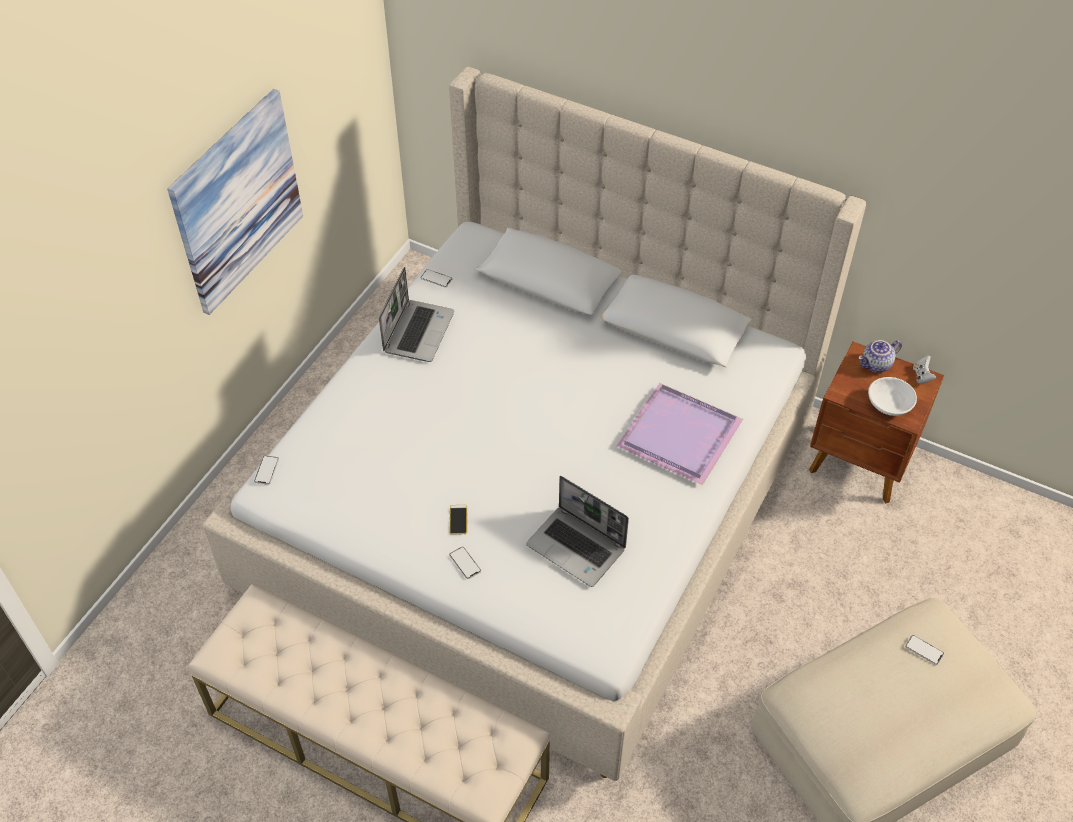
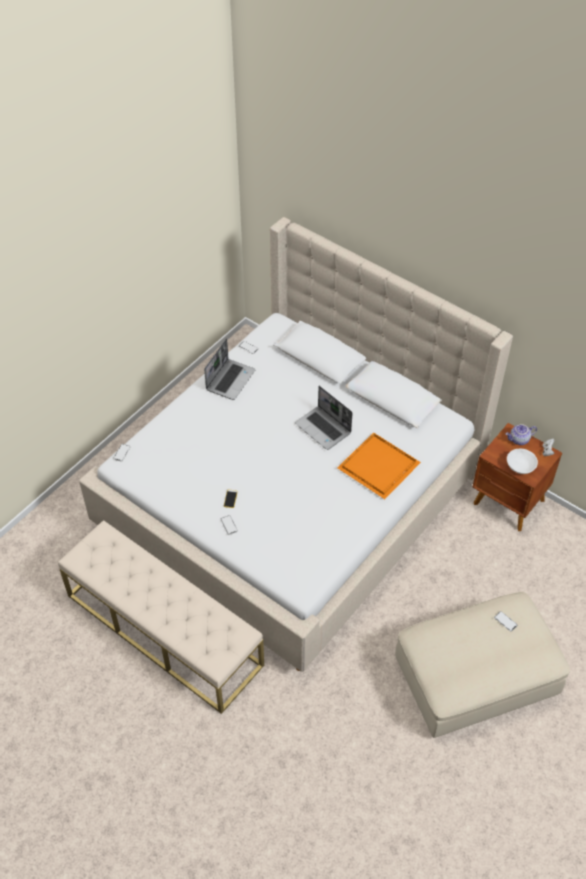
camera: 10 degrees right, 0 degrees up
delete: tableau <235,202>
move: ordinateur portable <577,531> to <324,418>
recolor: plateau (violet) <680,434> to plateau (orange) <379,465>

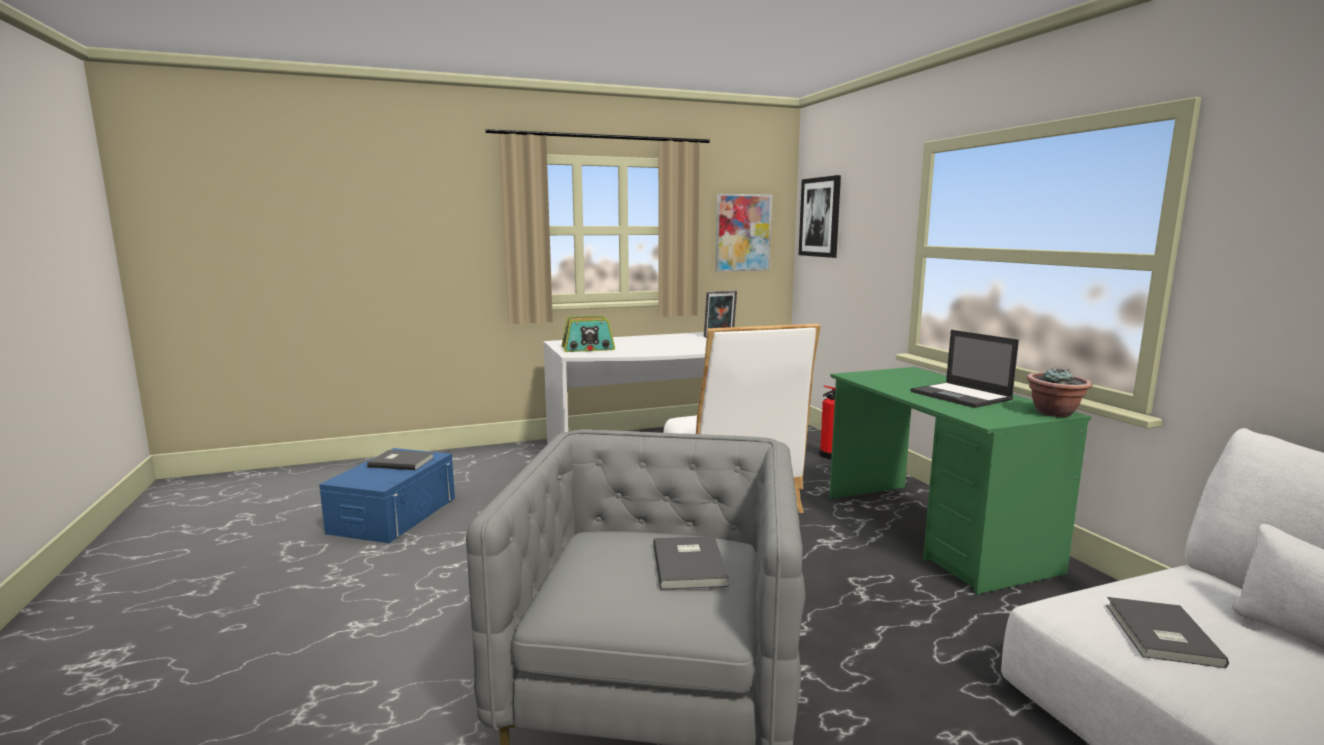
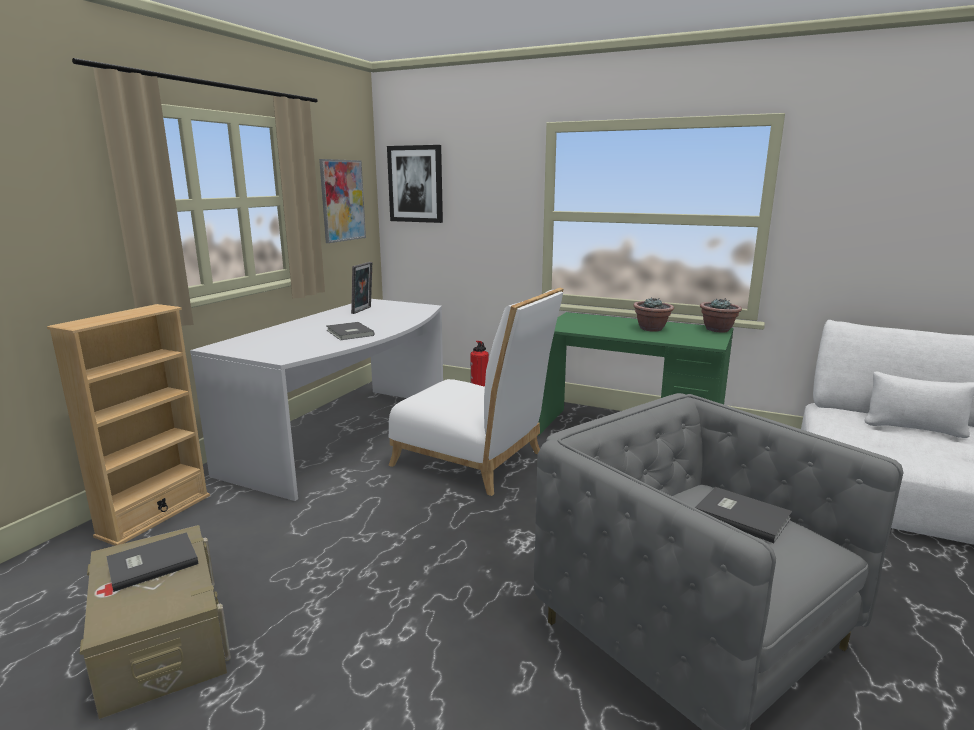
camera: 45 degrees left, 5 degrees up
delete: radio <588,333>
insert: bibliothèque (beige) <128,425>
move: livre (gris) <1167,632> to <351,331>
replace: ordinateur portable <965,369> to plante en pot <653,314>
recolor: boîte de rangement (bleu) <387,495> to boîte de rangement (beige) <155,622>

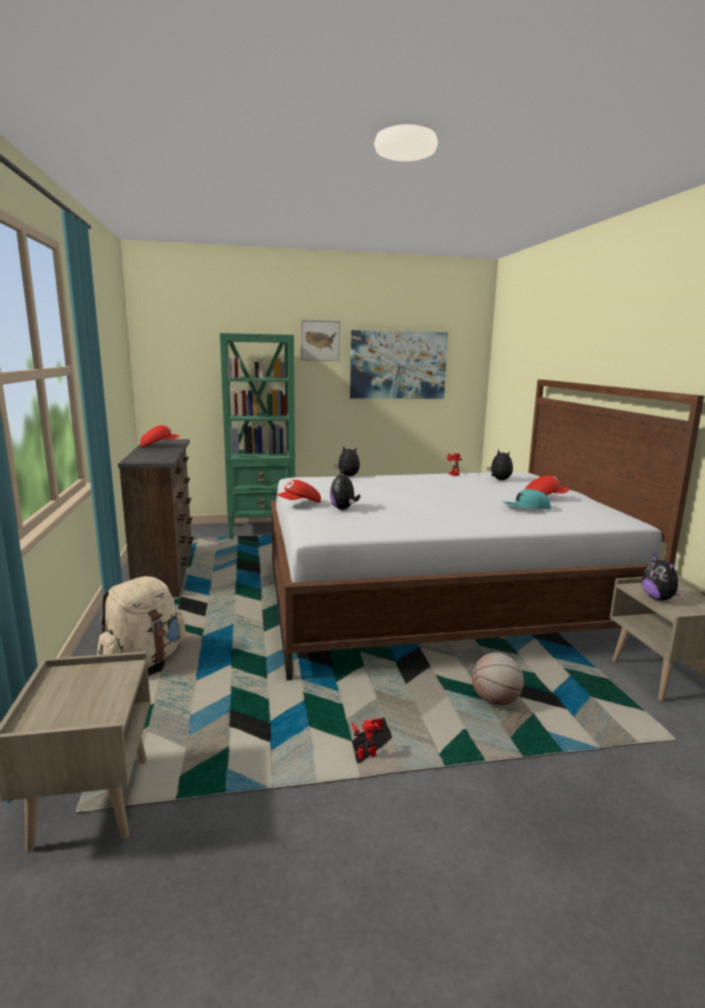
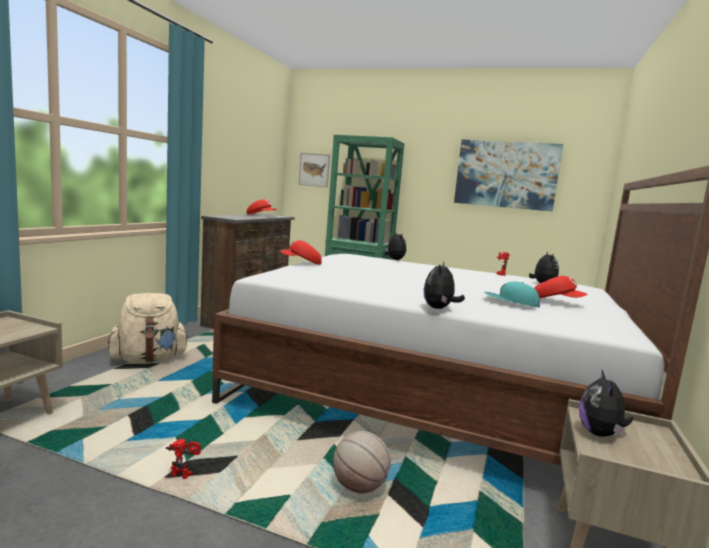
camera: 30 degrees right, 5 degrees down
move: tableau <320,340> to <314,170>; peluche <345,490> to <444,285>

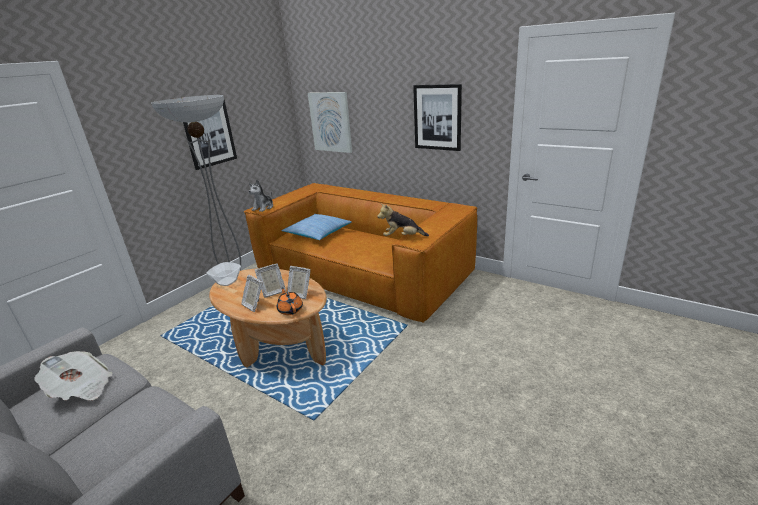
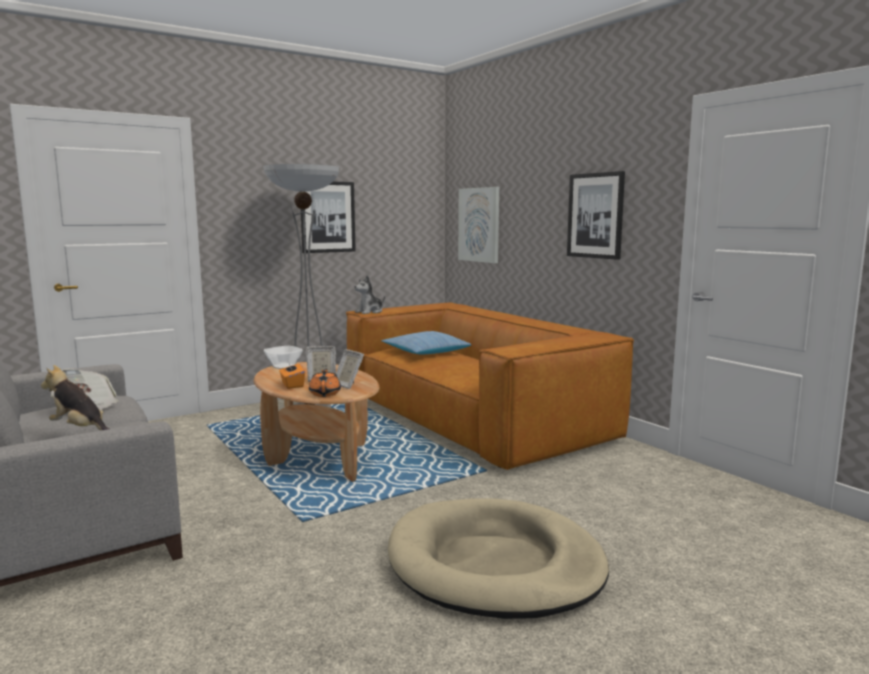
camera: 20 degrees right, 15 degrees down
insert: panier pour chien (beige) <498,558>
move: peluche <403,219> to <75,398>
replace: cadre photo <252,293> to boîte à mouchoirs (orange) <292,376>

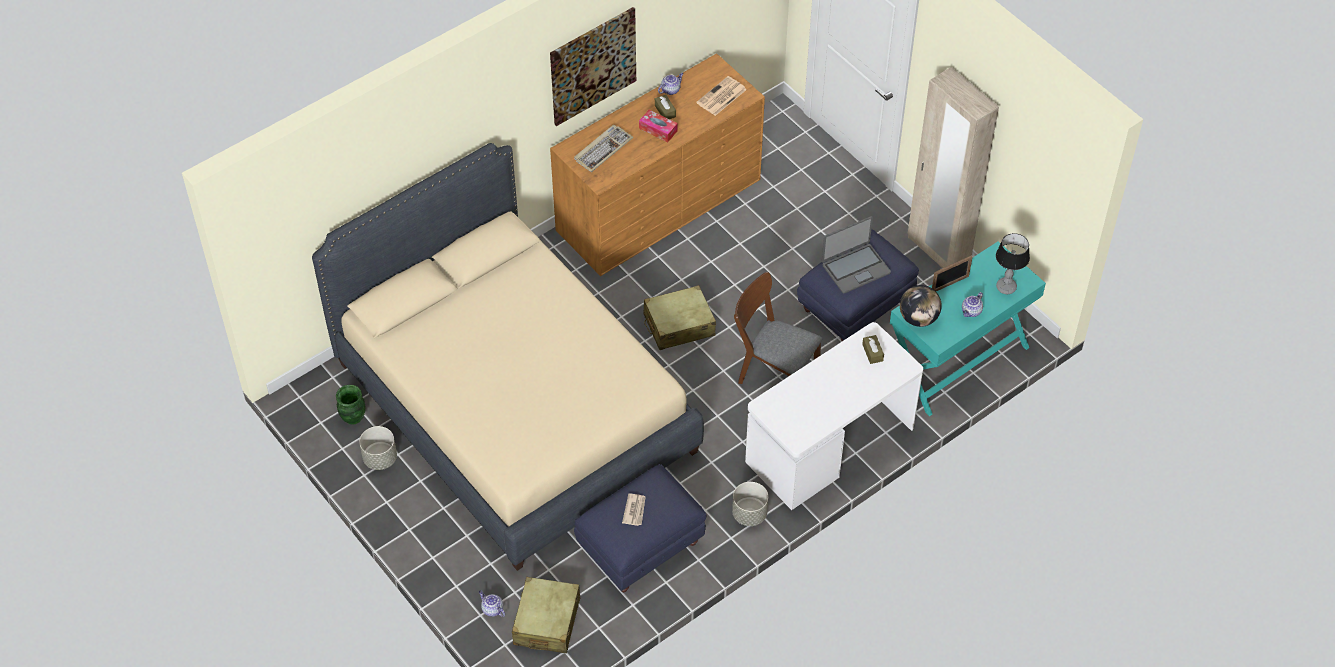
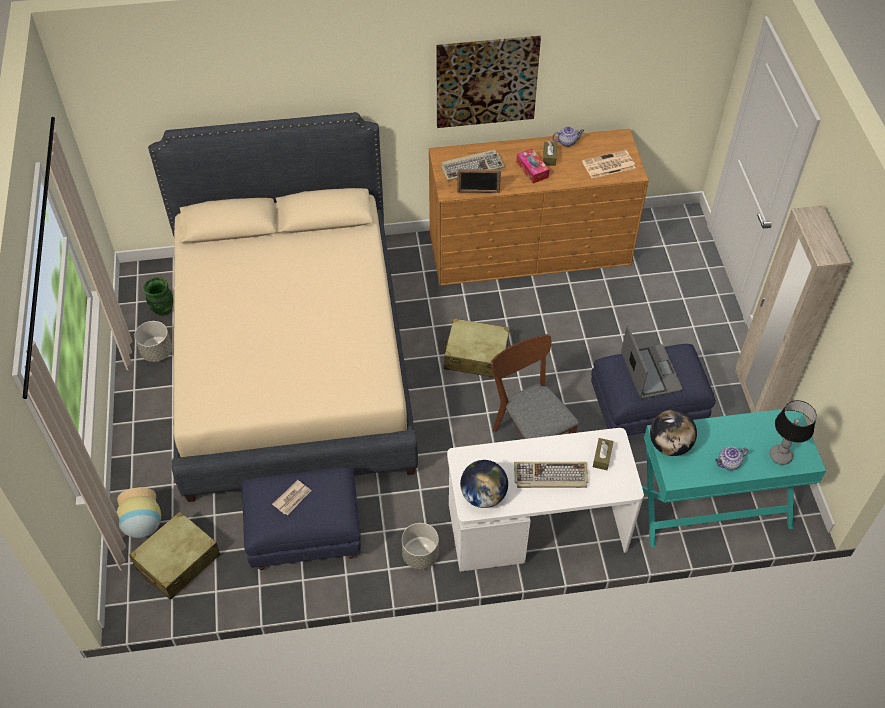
camera: 30 degrees right, 0 degrees up
insert: globe <484,484>; clavier <551,475>
move: cadre photo <952,273> to <479,181>
replace: théière <492,603> to vase <139,512>
rotate: ordinateur portable <856,254> = <652,362> 105 degrees counterclockwise

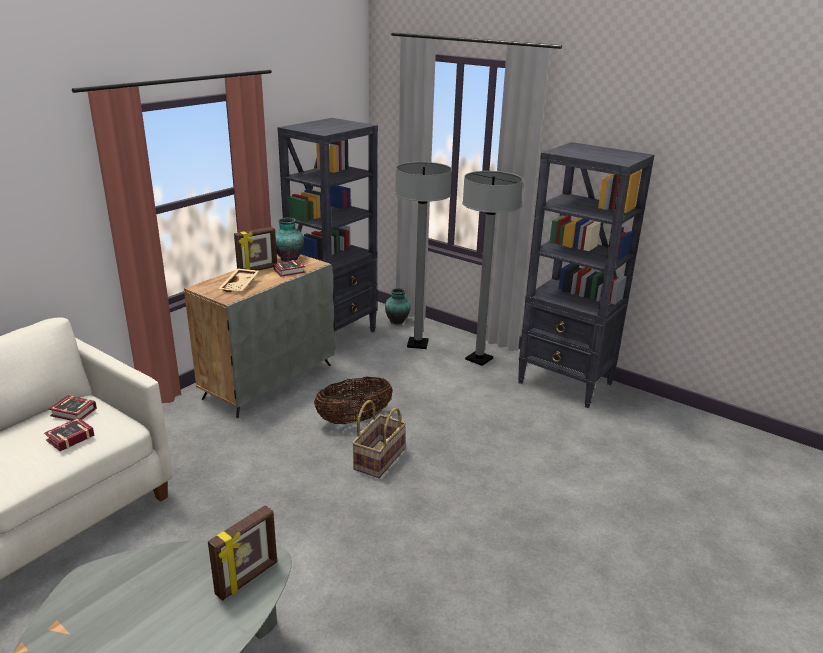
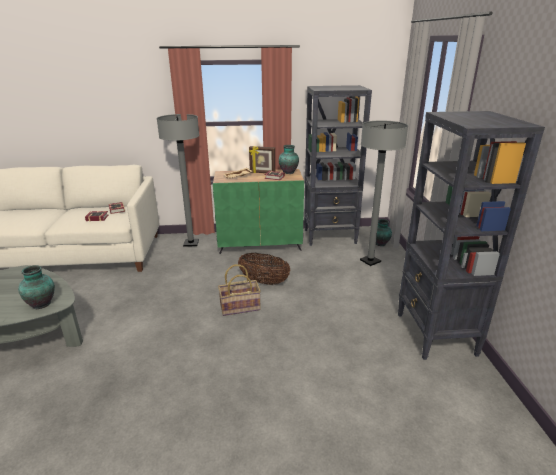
camera: 50 degrees right, 0 degrees up
move: lampadaire (gris) <492,268> to <178,180>
replace: cadre photo <242,553> to vase <36,287>
recolor: meuble de rangement (gris) <259,336> to meuble de rangement (vert) <258,211>

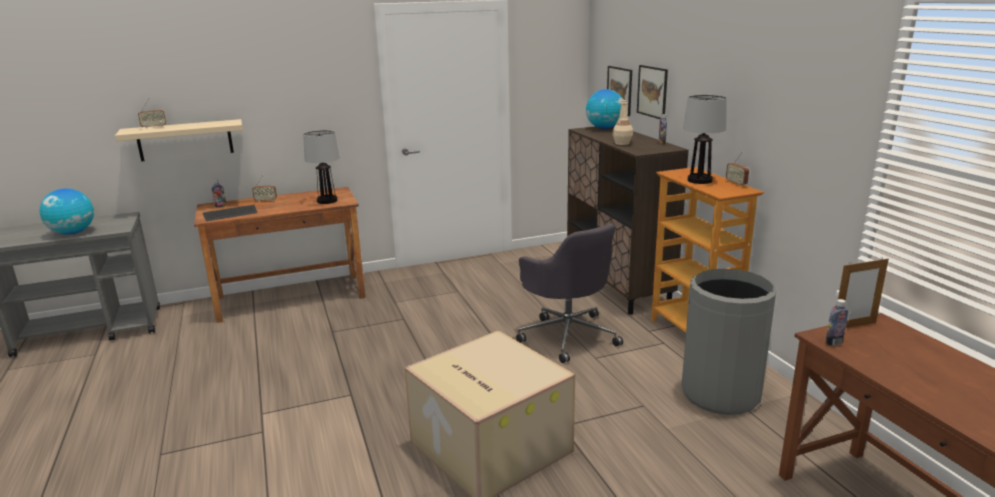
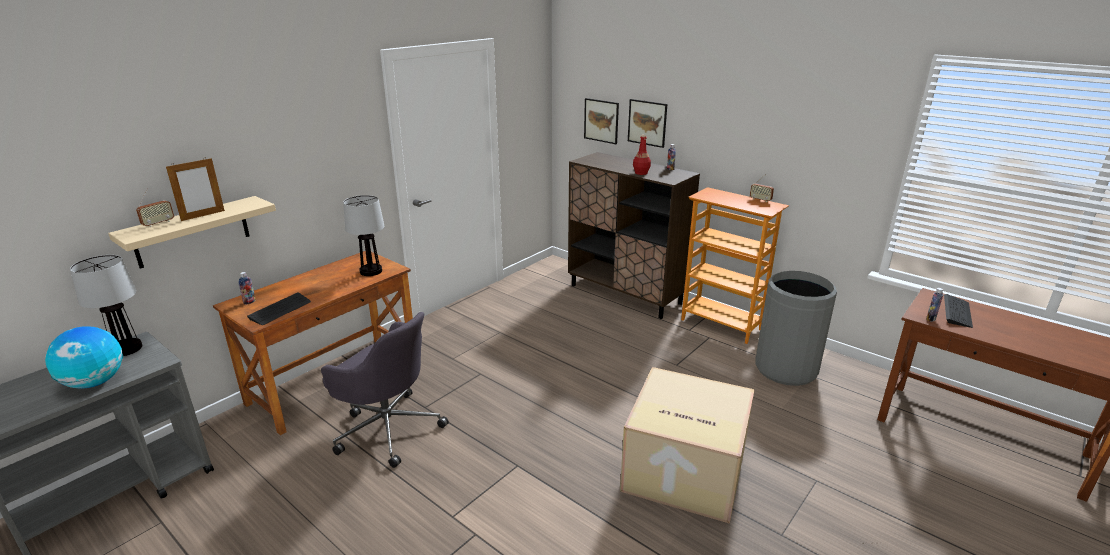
camera: 30 degrees left, 5 degrees up
delete: globe <604,109>; radio <264,188>
insert: clavier <958,311>
move: lampe de table <705,139> to <106,305>; chaise de bureau (gris) <569,293> to <385,390>; cadre photo <863,292> to <195,189>
recolor: bouteille (beige) <622,122> to bouteille (rouge) <642,155>

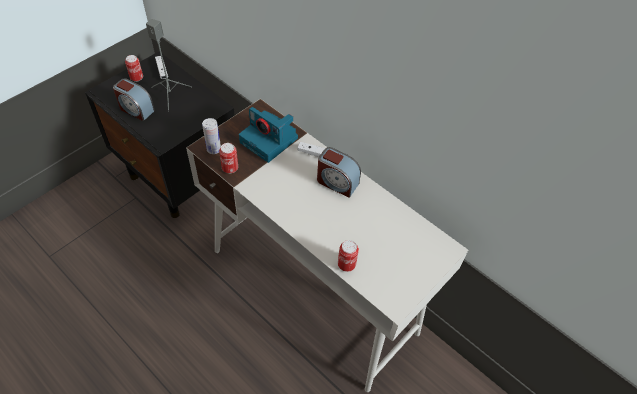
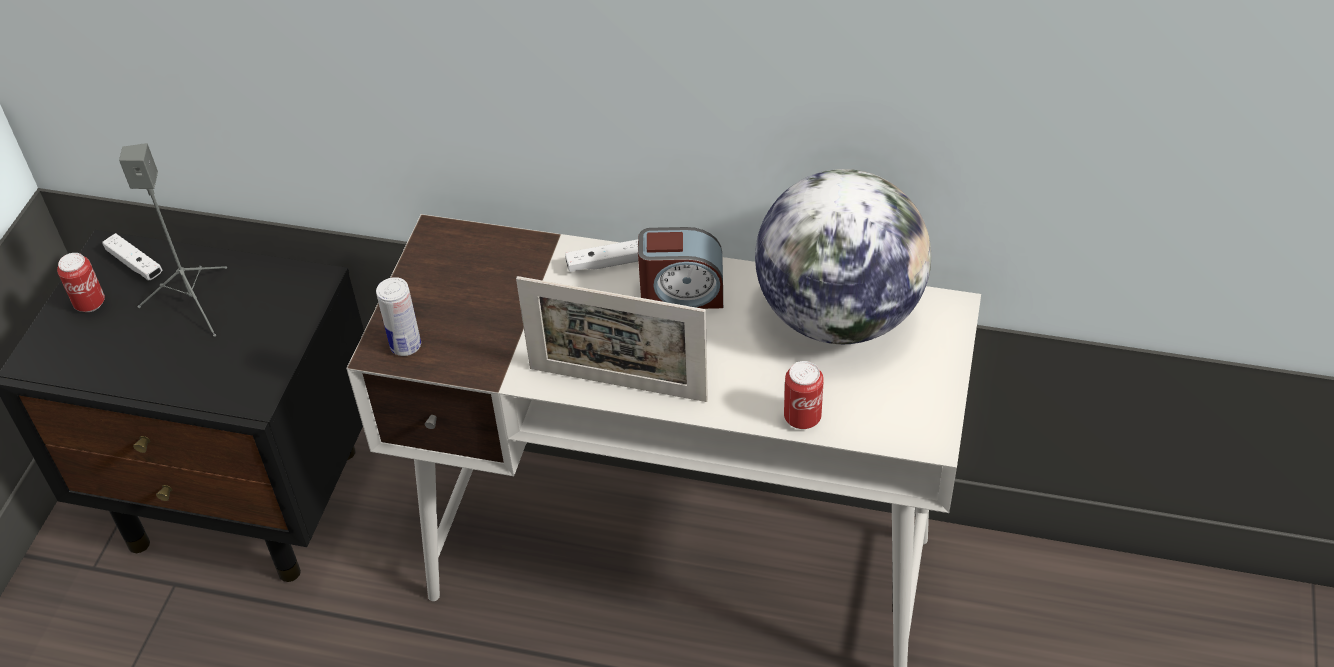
camera: 25 degrees left, 5 degrees down
delete: réveil <134,100>; appareil photo <268,135>; boîte métallique <228,158>
insert: globe <843,256>; cadre photo <612,339>

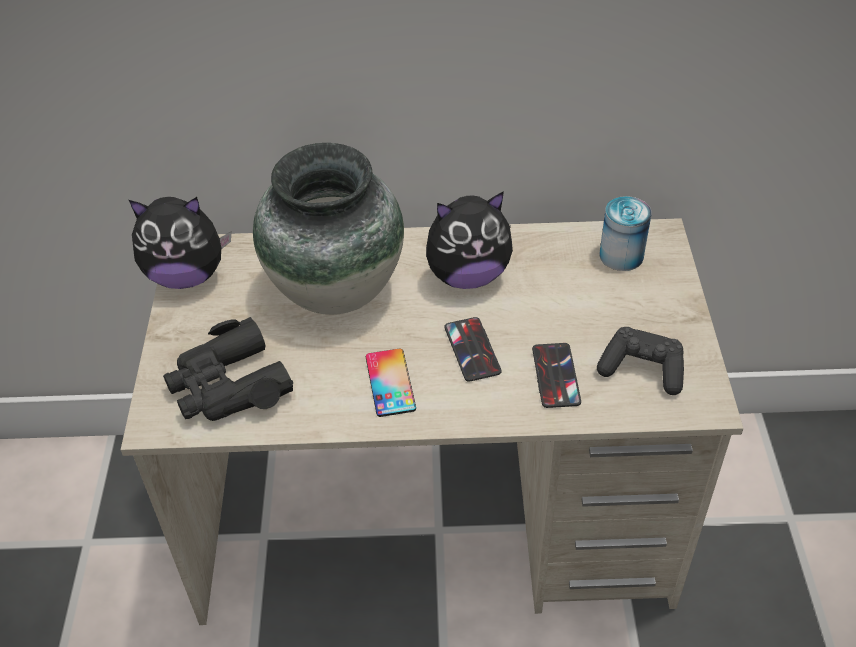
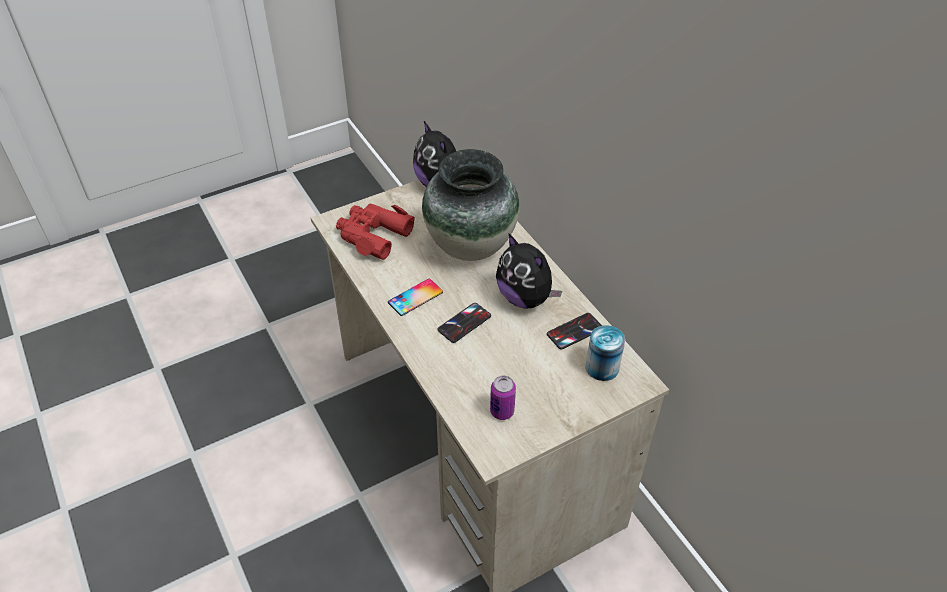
camera: 60 degrees right, 0 degrees up
move: téléphone <556,375> to <574,331>
replace: manette (noir) <640,361> to boîte métallique <503,398>
recolor: jumelles (noir) <228,369> to jumelles (rouge) <375,231>

